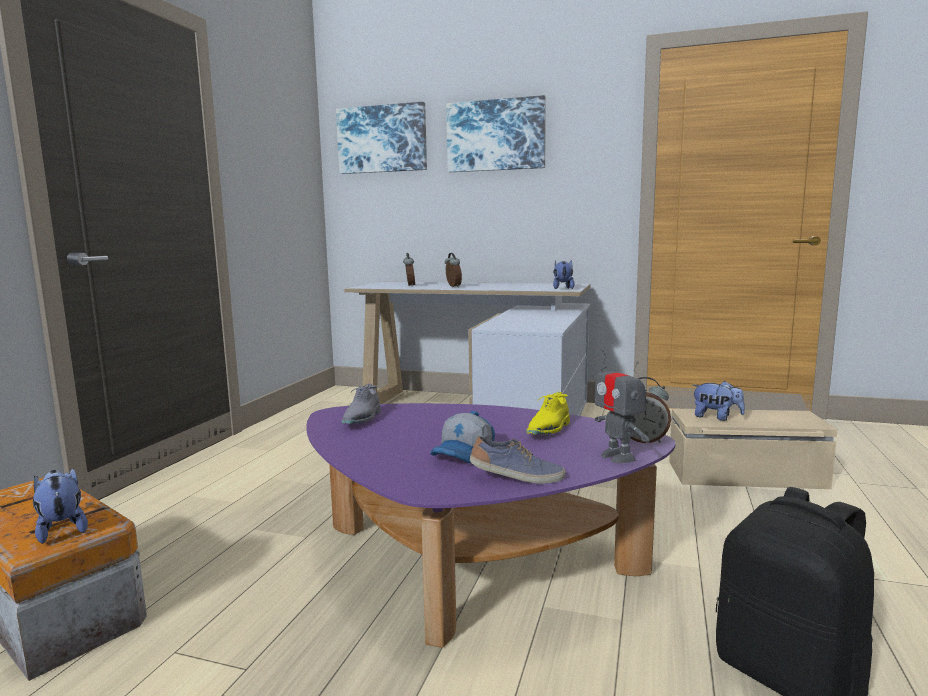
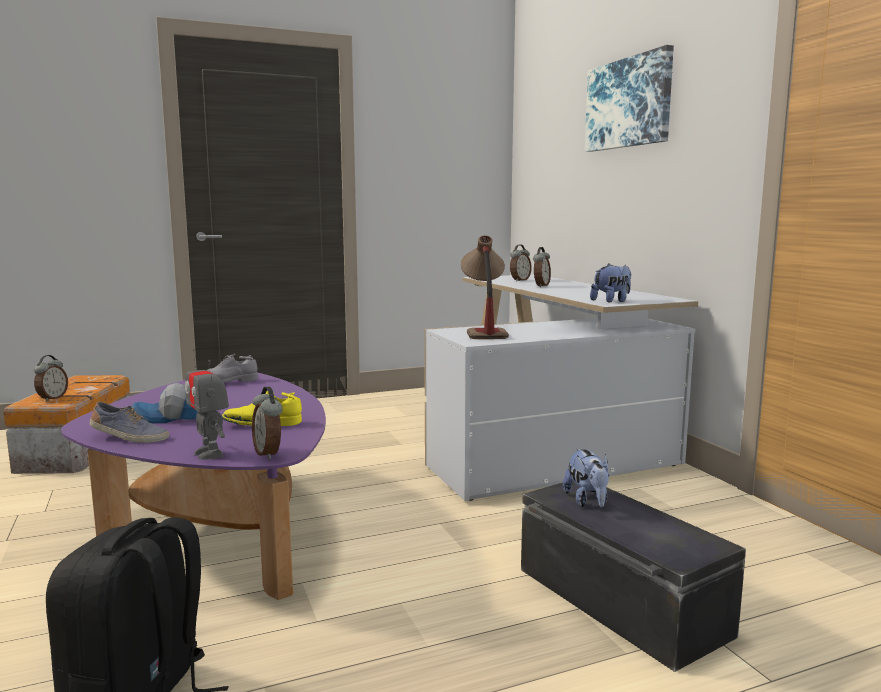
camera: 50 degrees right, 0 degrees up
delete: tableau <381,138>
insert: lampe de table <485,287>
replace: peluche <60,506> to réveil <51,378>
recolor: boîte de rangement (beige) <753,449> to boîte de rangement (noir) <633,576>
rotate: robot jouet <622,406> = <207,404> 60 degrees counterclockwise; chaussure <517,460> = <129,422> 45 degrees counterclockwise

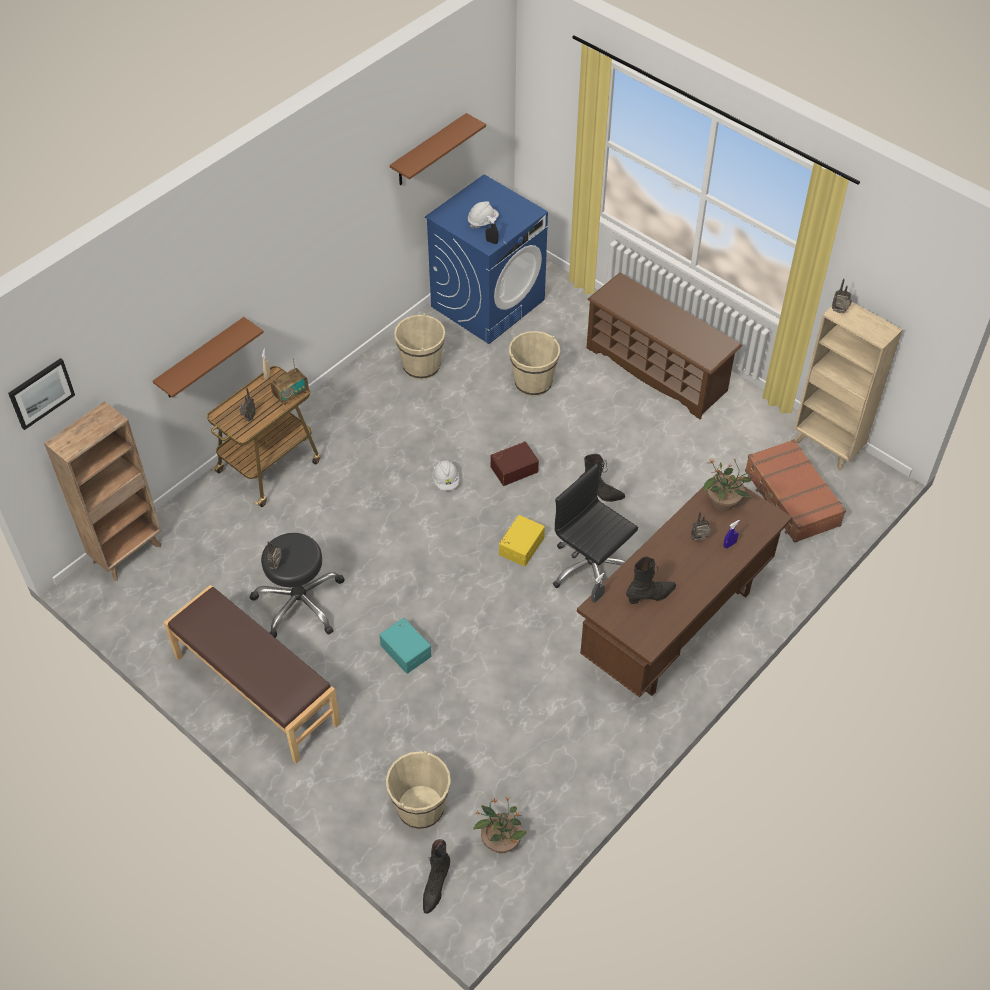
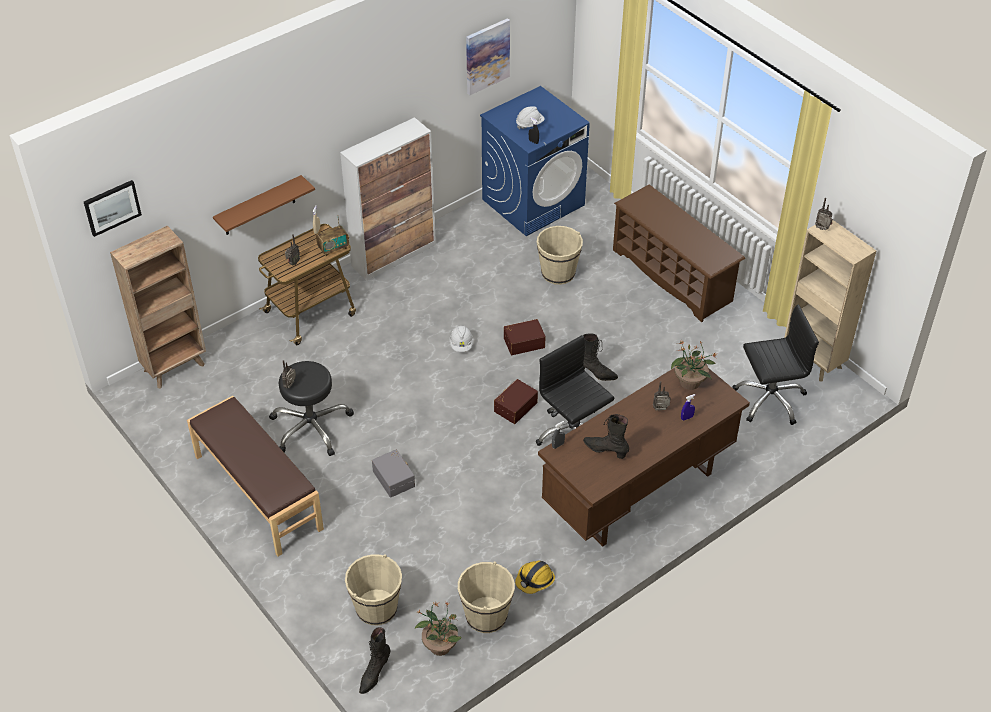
camera: 10 degrees right, 5 degrees down
insert: meuble de rangement <388,199>; casque de chantier <535,577>
move: seau (beige) <419,346> to <486,597>
replace: étagère (marron) <438,149> to tableau <488,56>; valise (marron) <795,491> to chaise de bureau (noir) <775,364>
recolor: boîte de rangement (jaune) <522,541> to boîte de rangement (marron) <516,401>; boîte de rangement (turquoise) <405,646> to boîte de rangement (gris) <393,473>
rotate: botte (noir) <651,580> = <606,436> 135 degrees counterclockwise

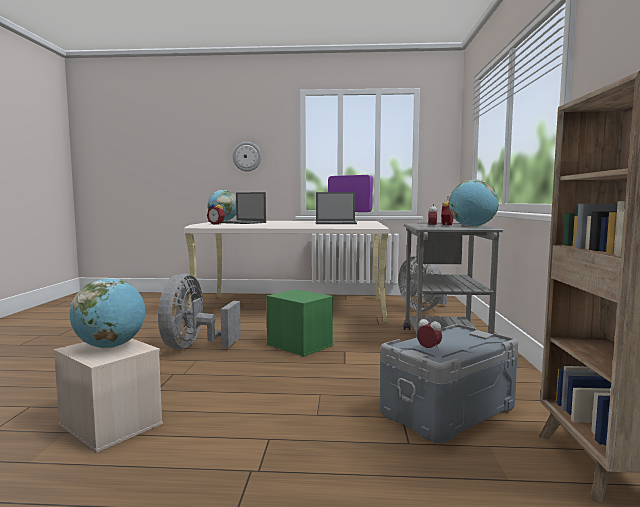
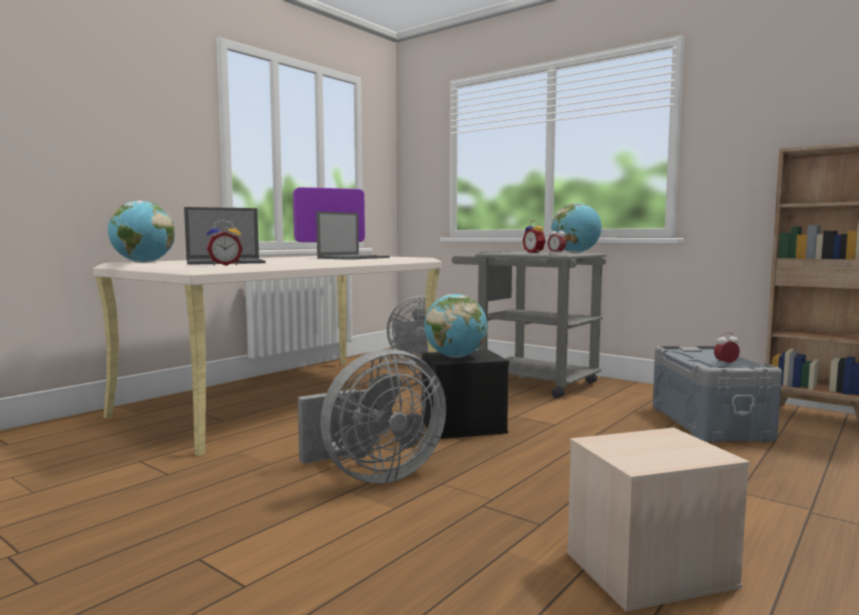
camera: 55 degrees left, 0 degrees up
delete: horloge murale <247,156>
move: globe <107,313> to <455,326>
recolor: boîte de rangement (vert) <299,322> to boîte de rangement (noir) <465,394>
rotate: ventilateur (gris) <199,311> = <372,416> 75 degrees counterclockwise

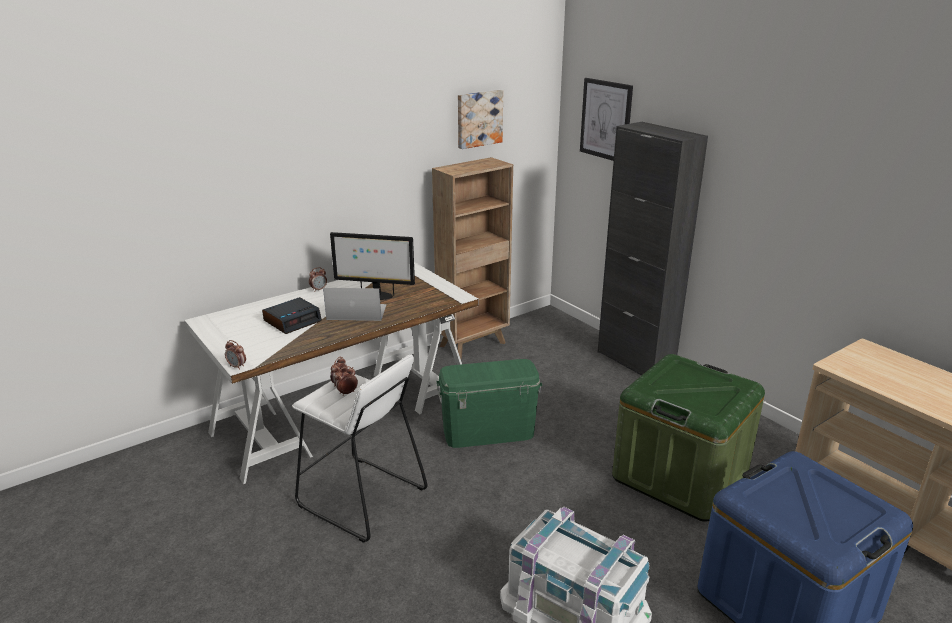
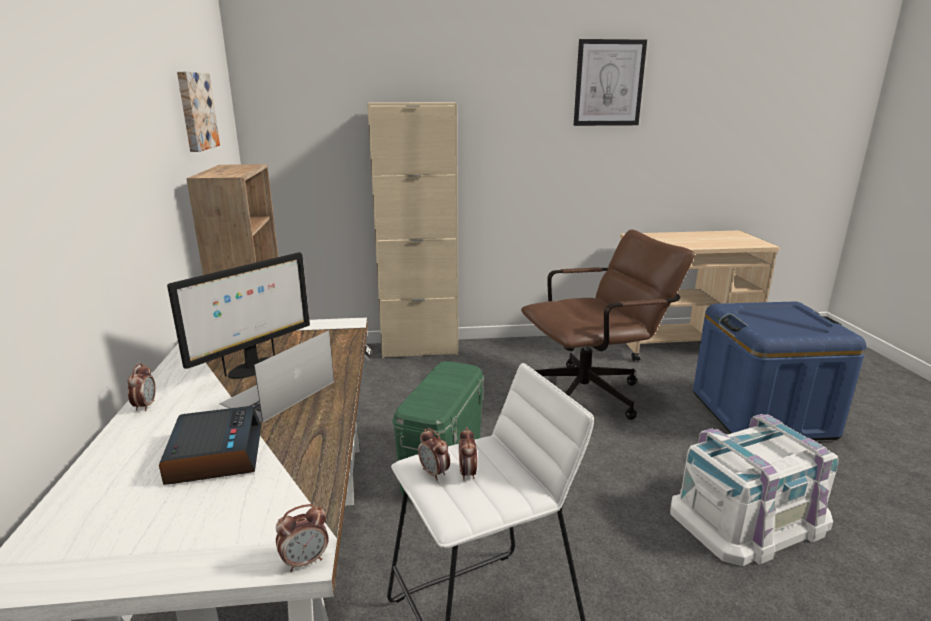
camera: 60 degrees left, 5 degrees down
move: tableau <606,119> to <610,82>
replace: boîte de rangement (vert) <688,438> to chaise de bureau (marron) <608,324>
recolor: meuble de rangement (noir) <653,249> to meuble de rangement (beige) <412,230>

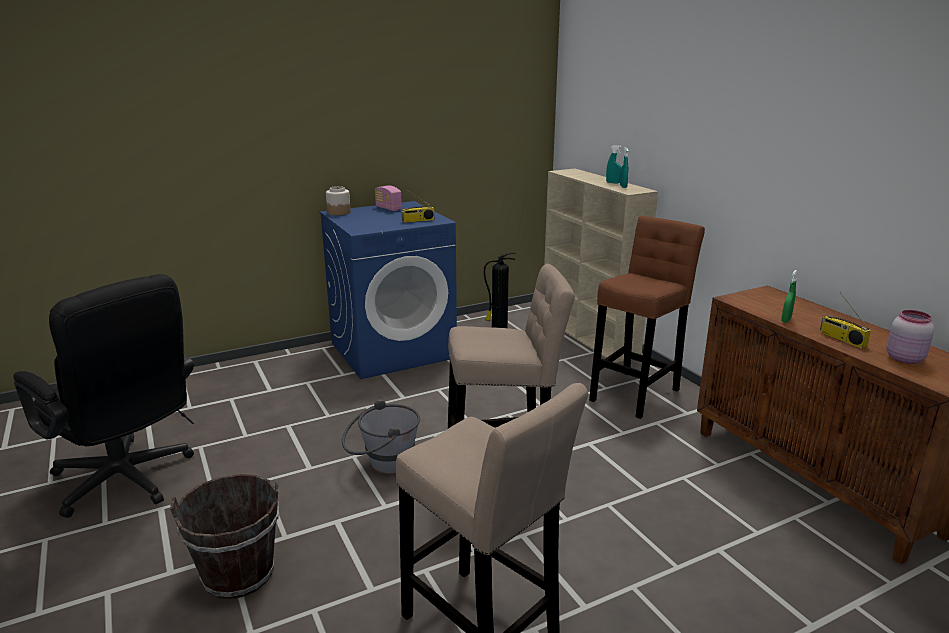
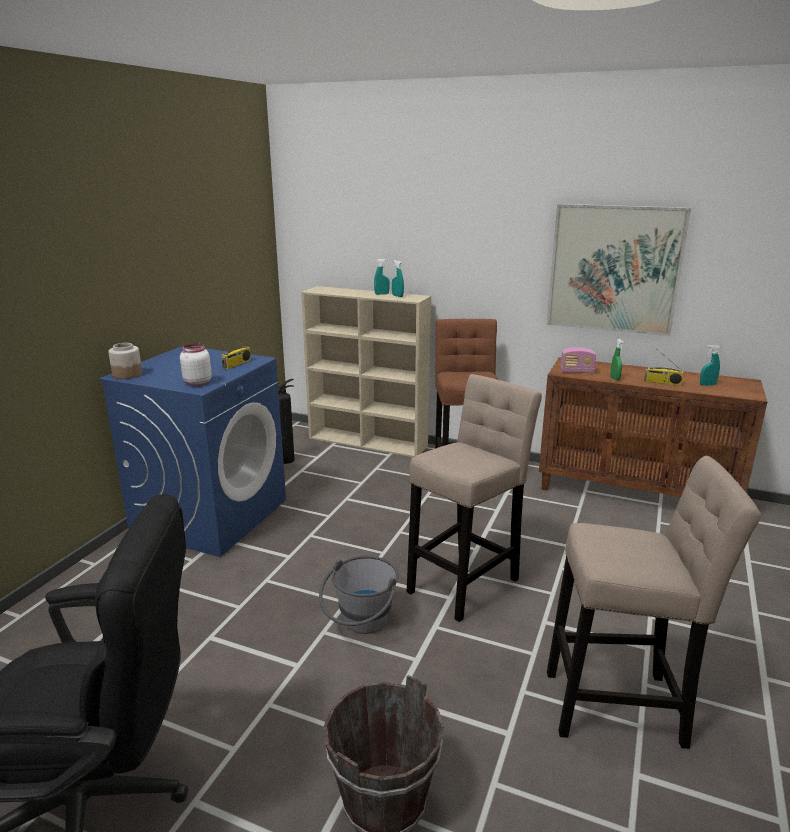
camera: 40 degrees left, 0 degrees up
insert: tableau <619,270>; bocal (blanc) <196,365>
move: radio <388,198> to <578,360>
replace: bocal (rose) <910,337> to vaporisateur (turquoise) <710,365>

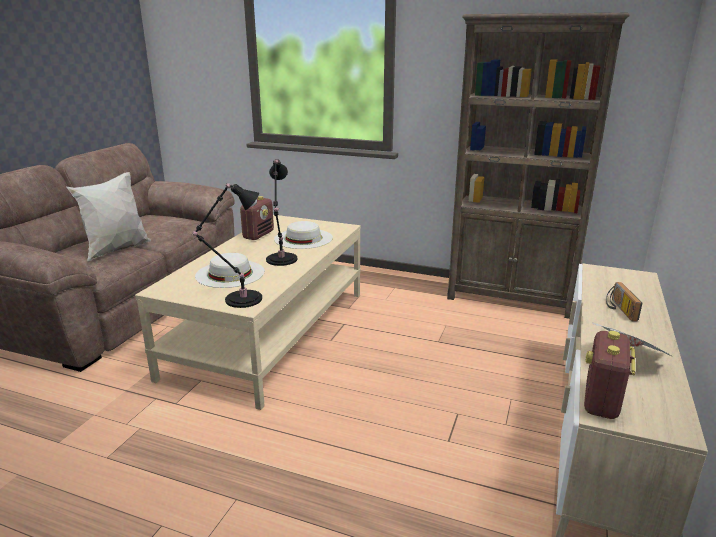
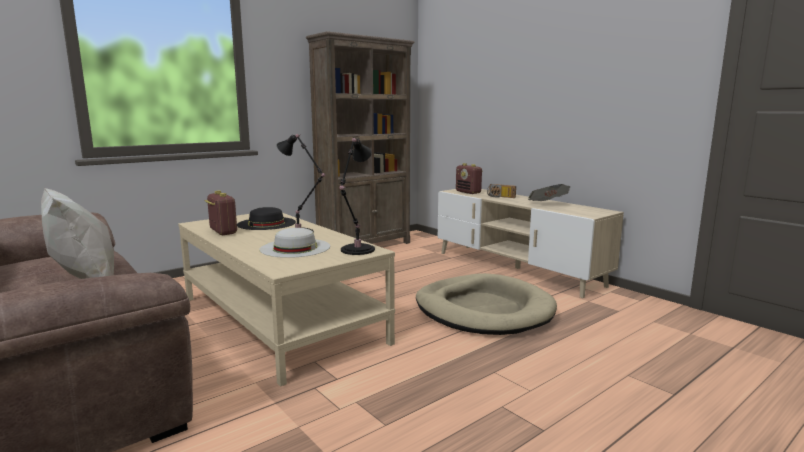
camera: 60 degrees left, 10 degrees down
insert: panier pour chien (beige) <486,304>
move: radio <609,375> to <469,178>
recolor: chapeau (blanc) <303,235> to chapeau (noir) <266,218>

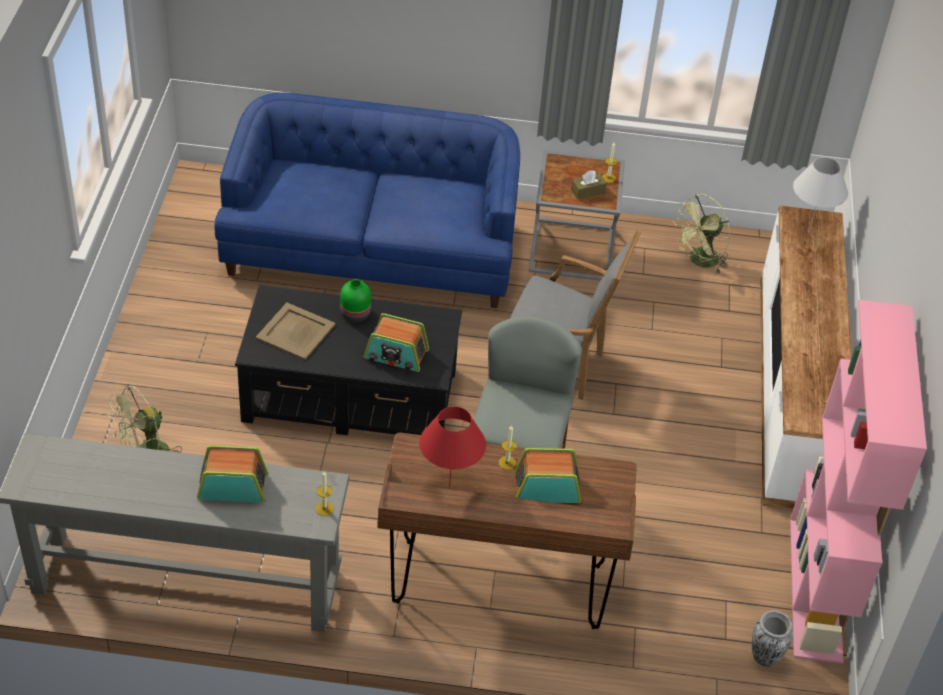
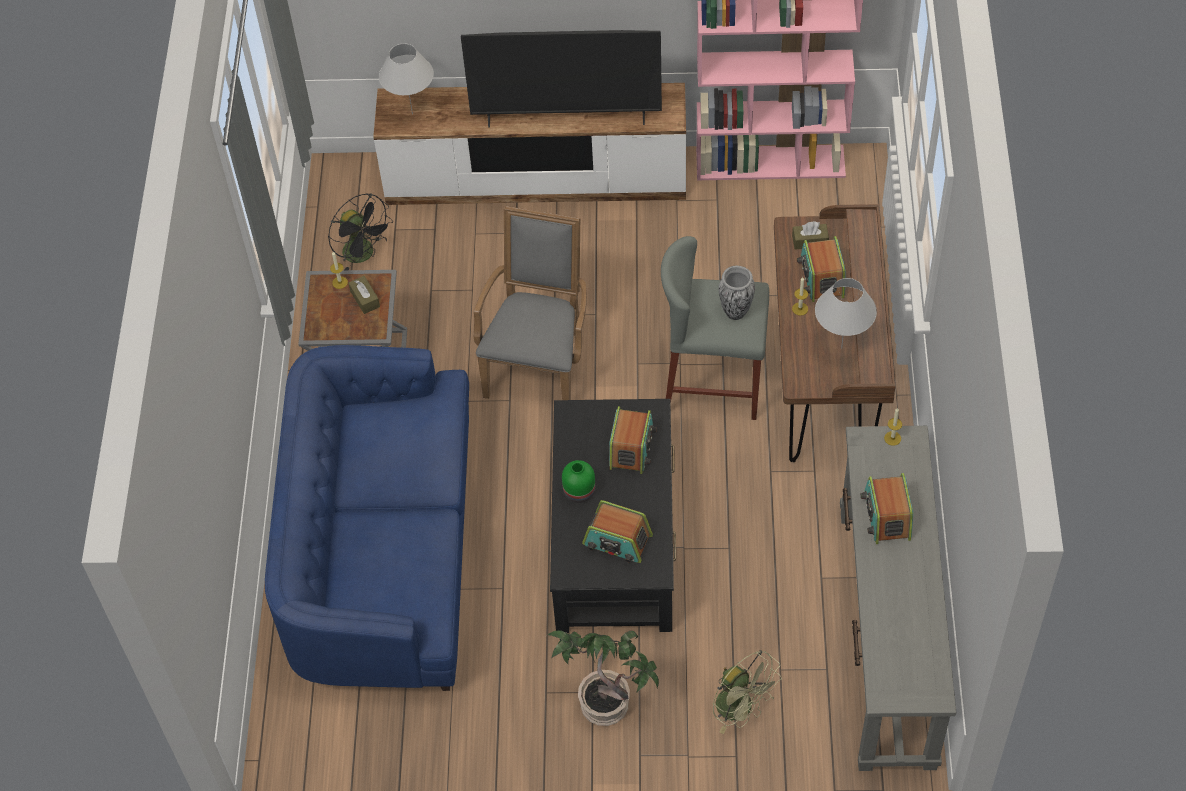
camera: 90 degrees left, 10 degrees up
insert: téléviseur <561,79>; boîte à mouchoirs (marron) <810,235>; plante en pot <603,678>
move: vase <772,638> to <737,293>
replace: plateau (beige) <295,331> to radio <617,531>
recolor: ventilateur (vert) <701,233> to ventilateur (noir) <360,231>; lampe de table (rouge) <452,447> to lampe de table (blanc) <846,313>

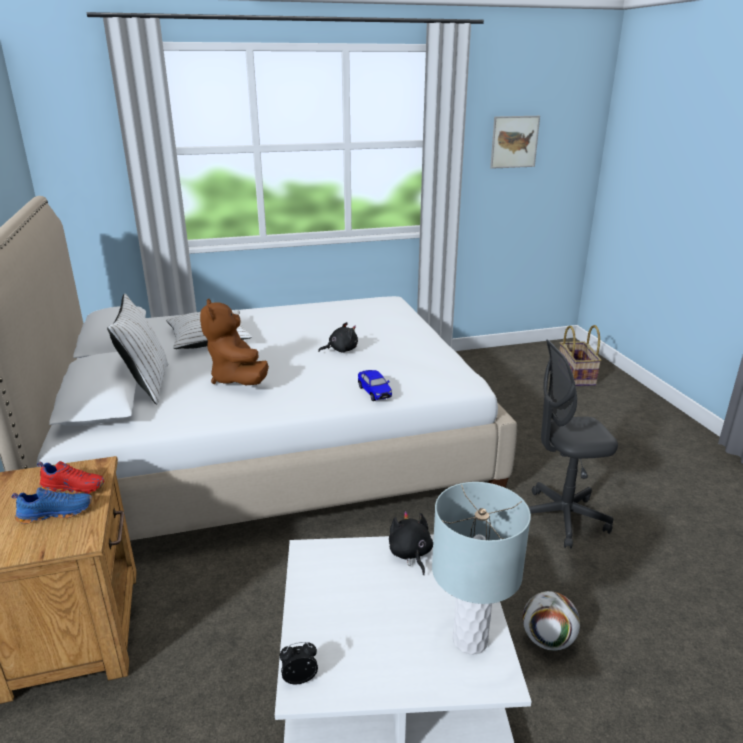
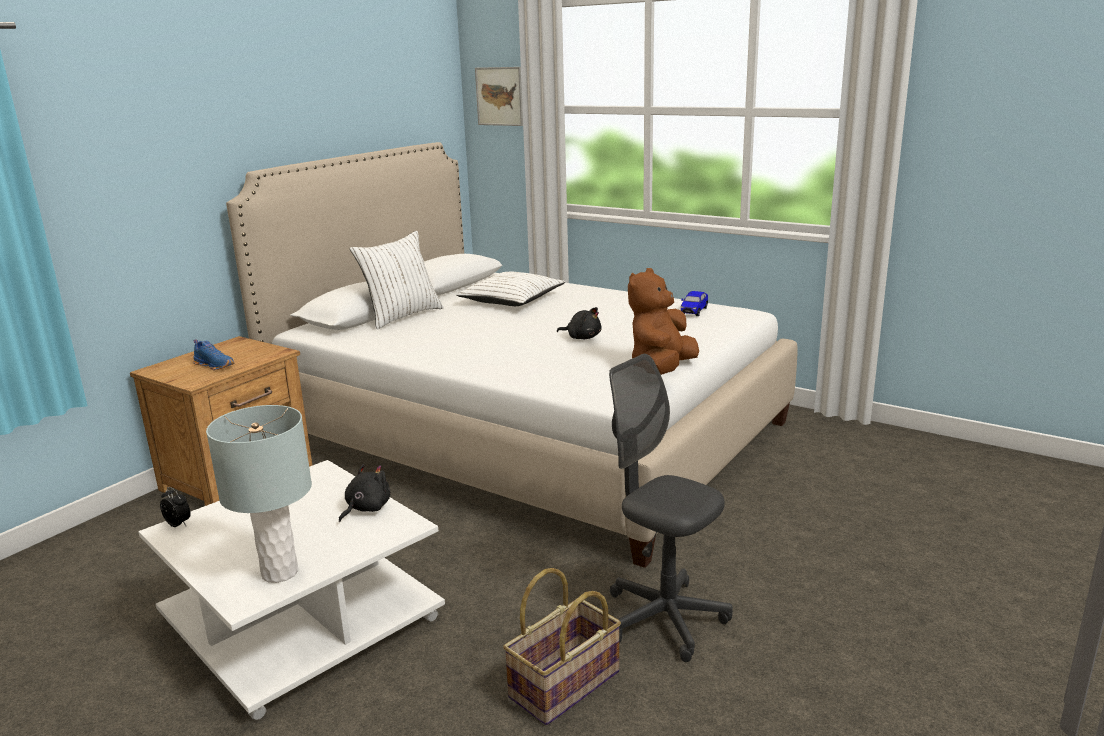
camera: 50 degrees right, 5 degrees down
delete: chaussure (rouge) <71,477>; ballon de foot <551,621>
move: tableau <515,142> to <499,96>; peluche (marron) <234,342> to <663,321>; panier <580,355> to <562,646>; petite voiture <375,385> to <694,303>

